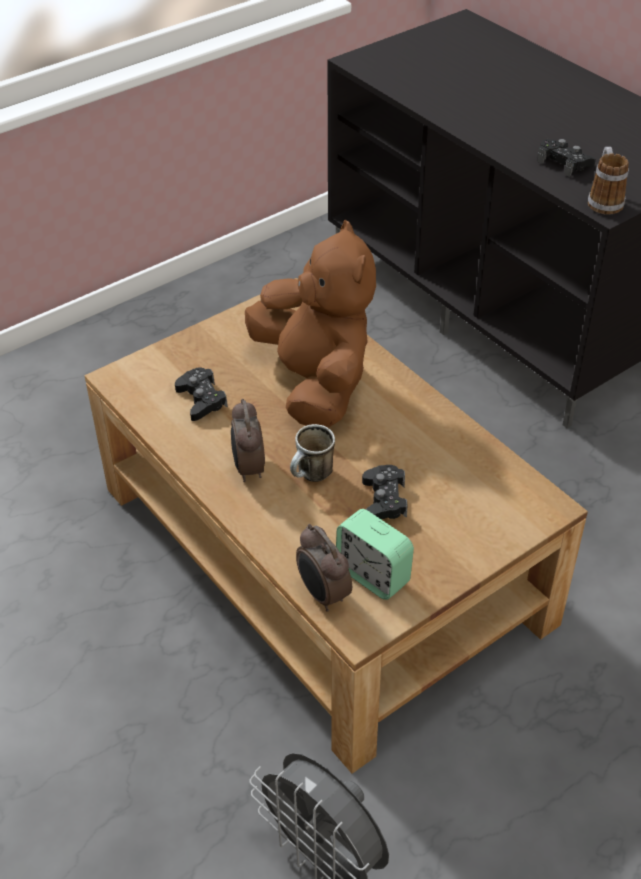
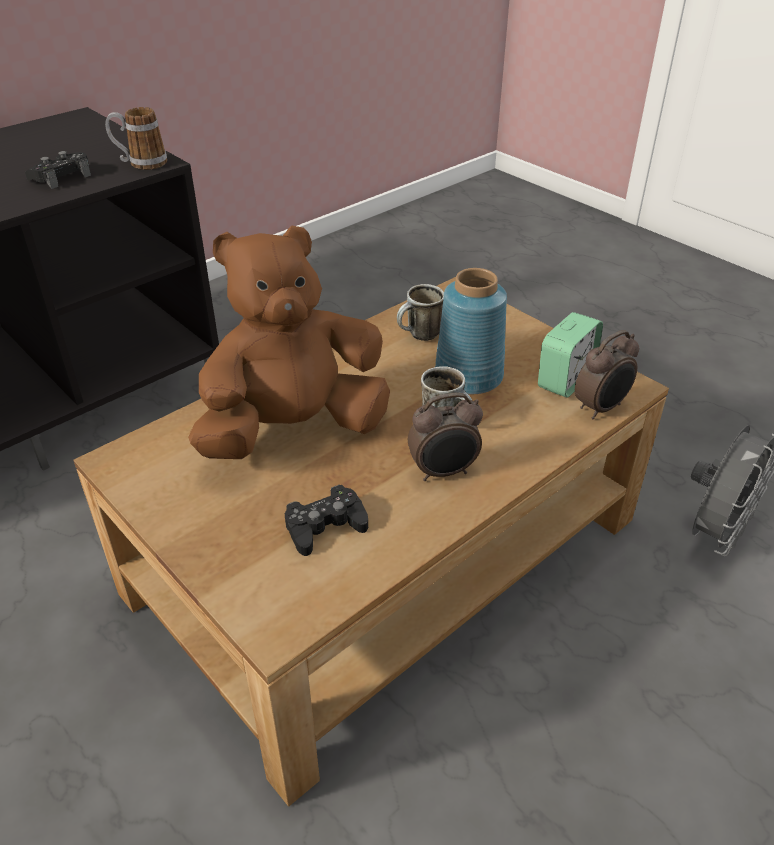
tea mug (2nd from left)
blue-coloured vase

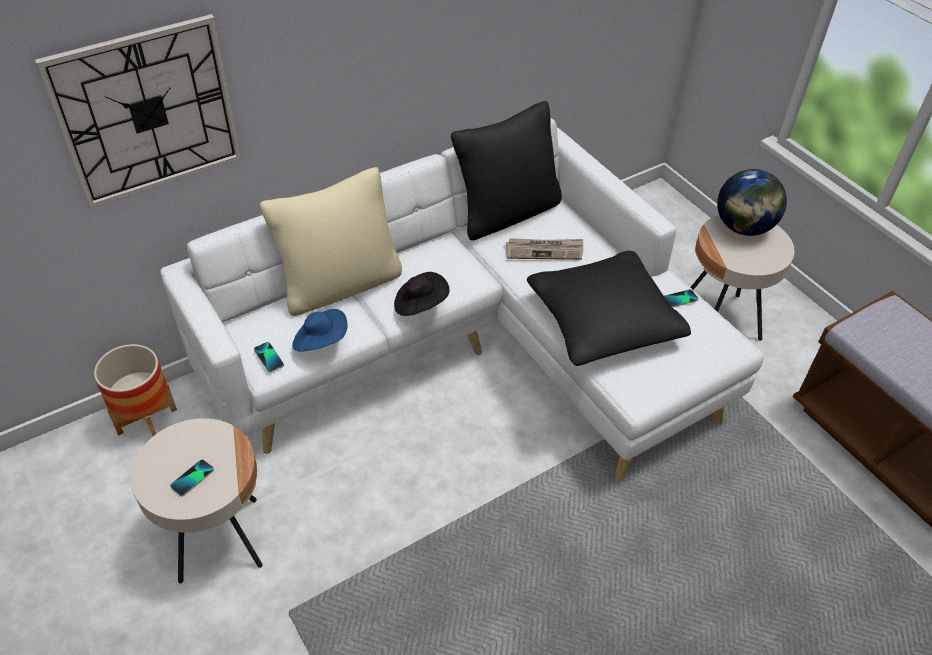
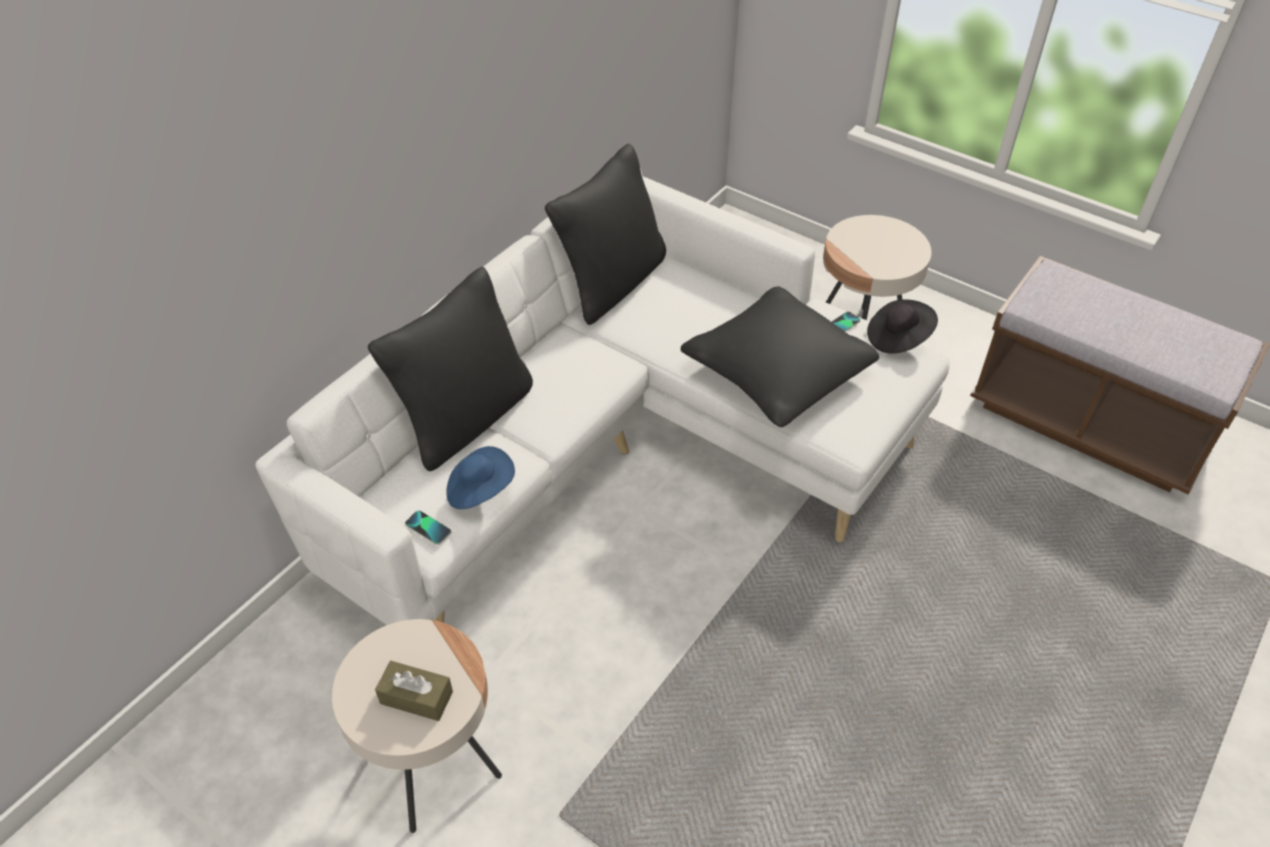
blackish throw pillow (1st from left)
brownish box of tissues
blackish hat
clock on the wall
planter
daily paper
desk globe

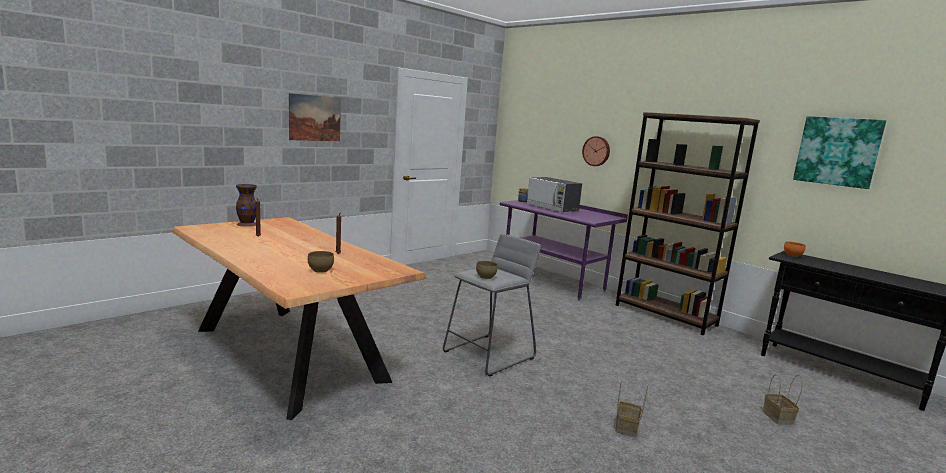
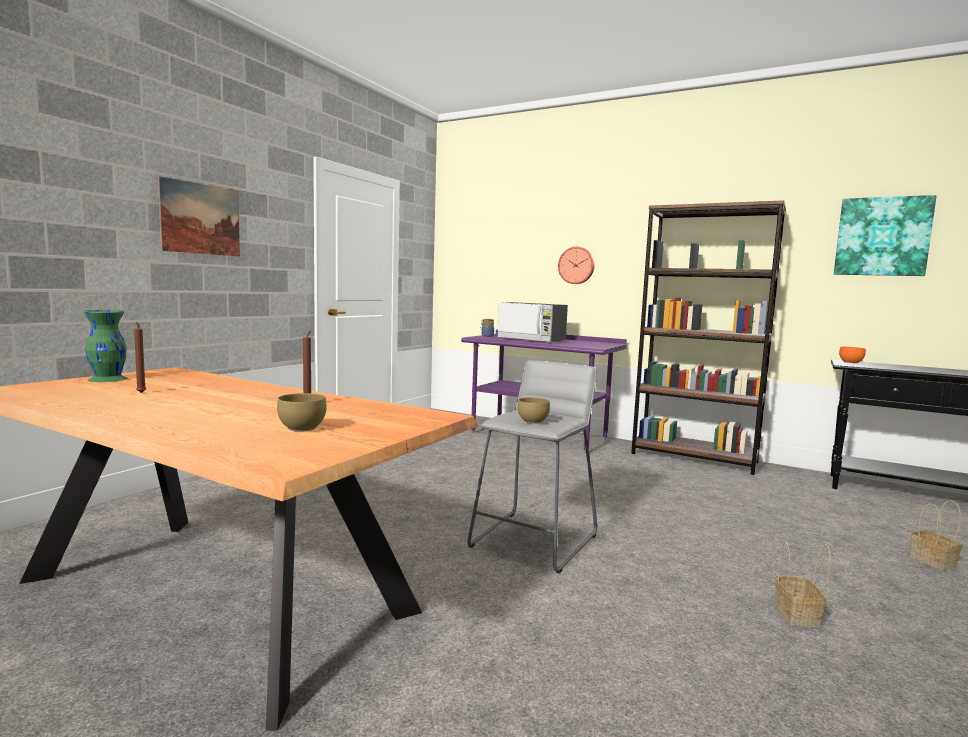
green-coloured vase

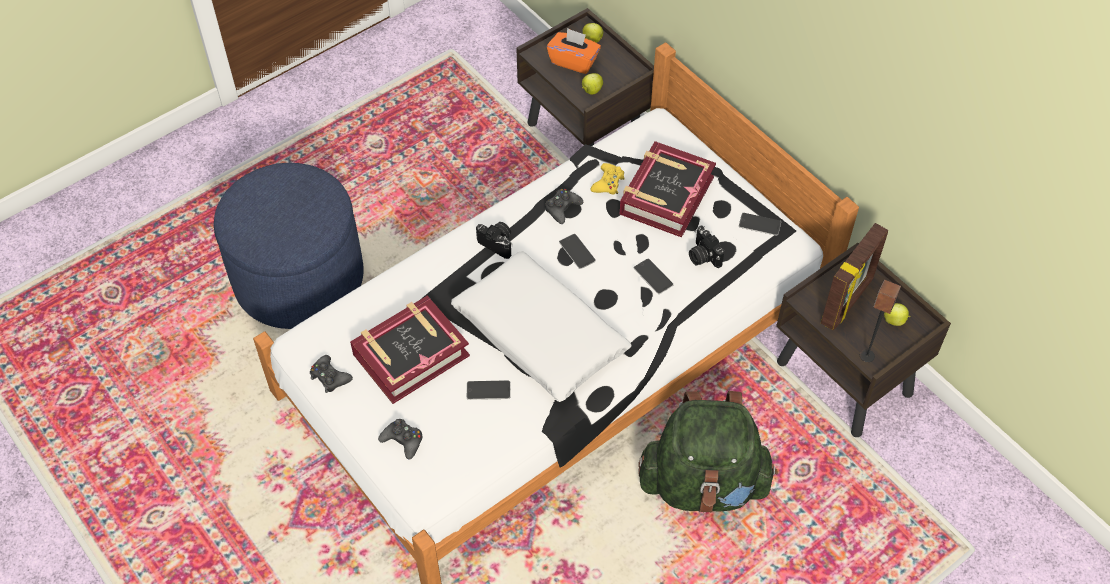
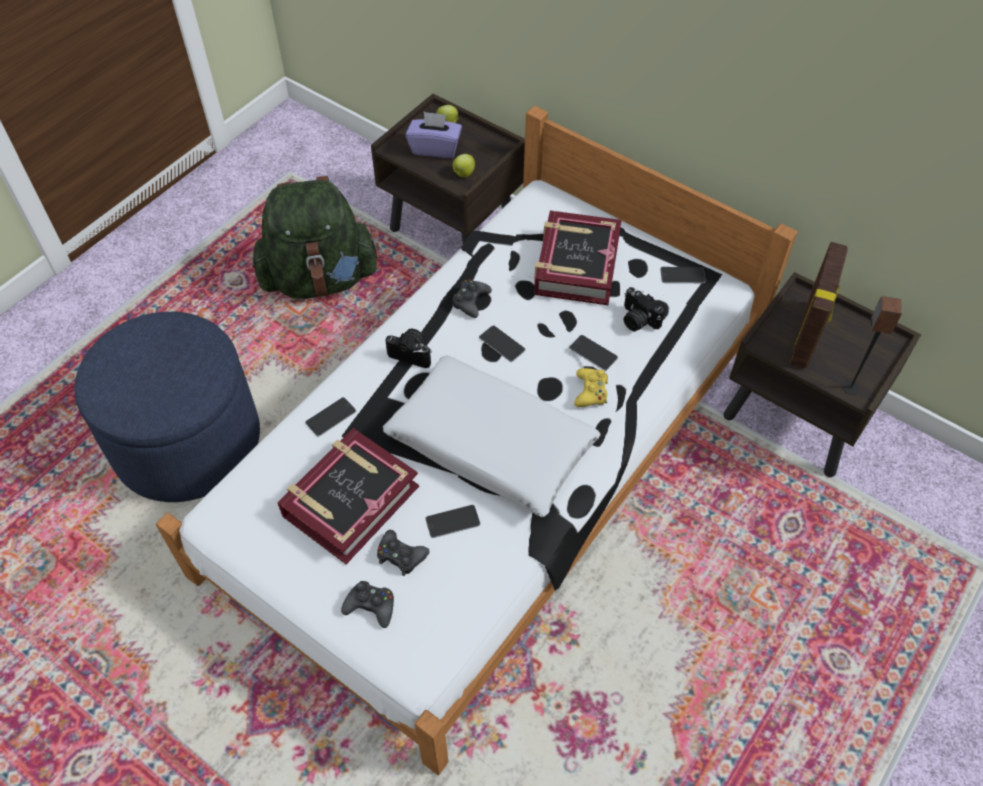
green-coloured backpack
phone (1st from left)
blackish gamepad (2nd from left)
purple box of tissues
yellow gamepad
apple fruit (3rd from left in the first image)

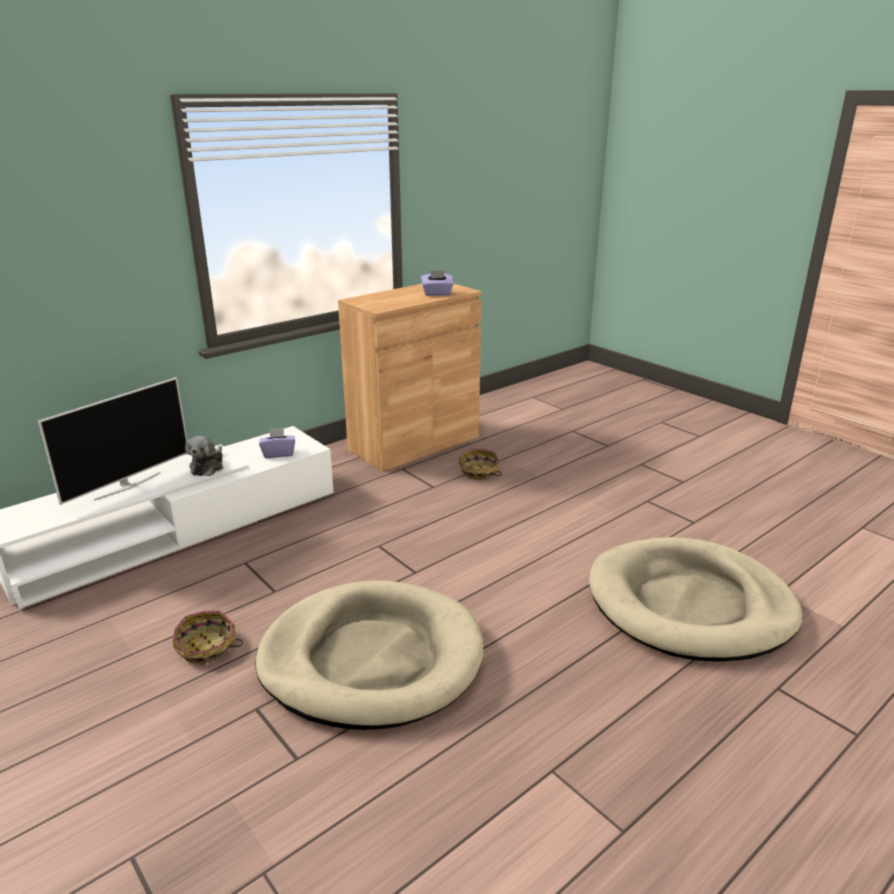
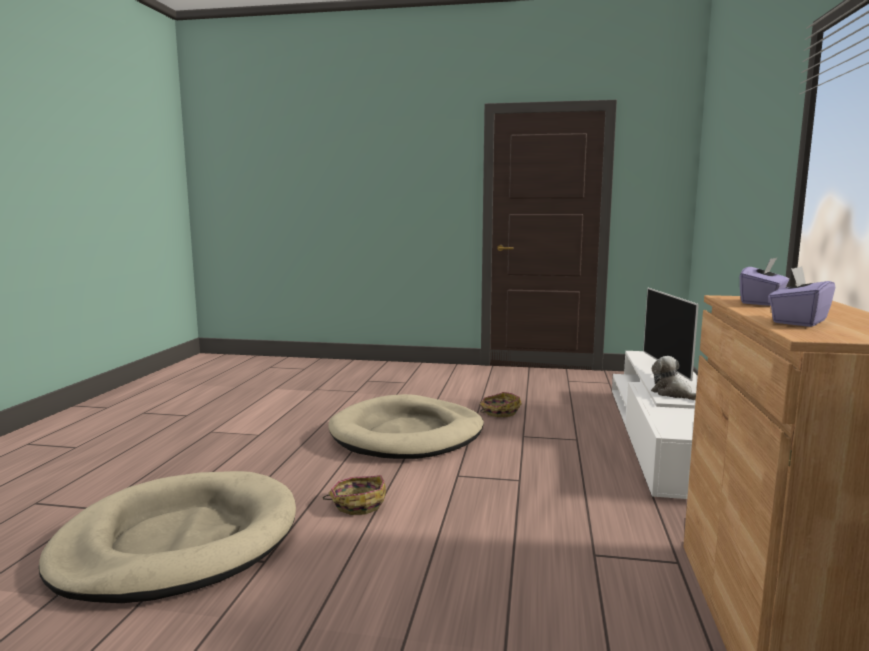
storage basket (1st from left)
purple box of tissues (1st from left)

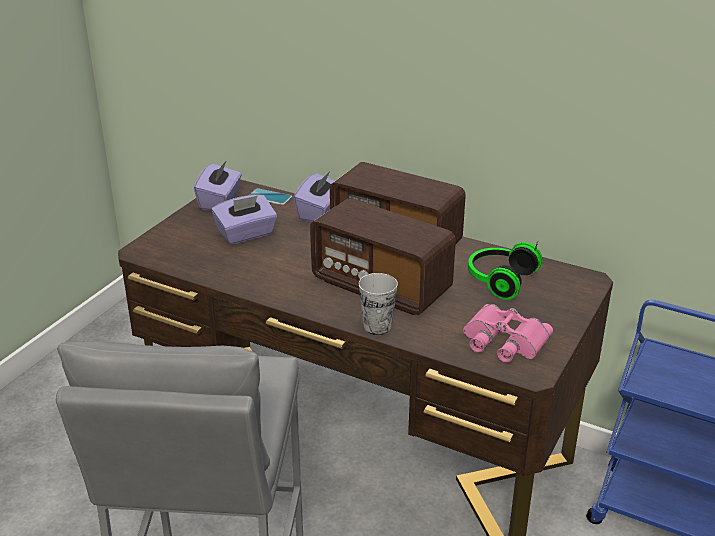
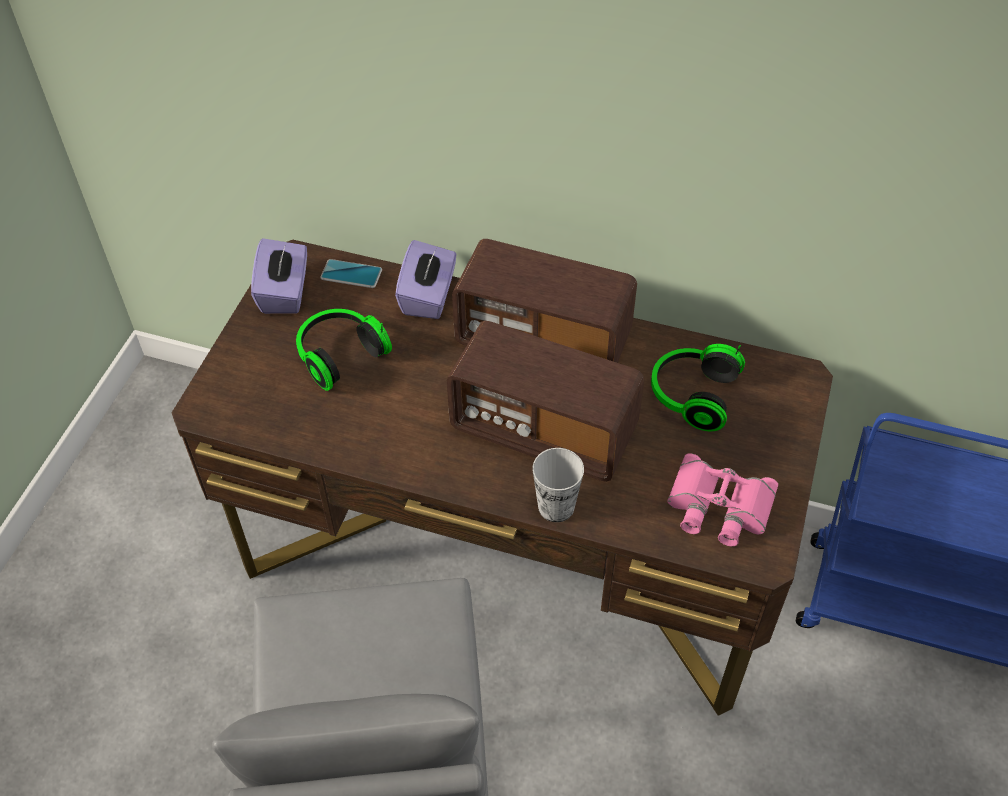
headset (1st from left)

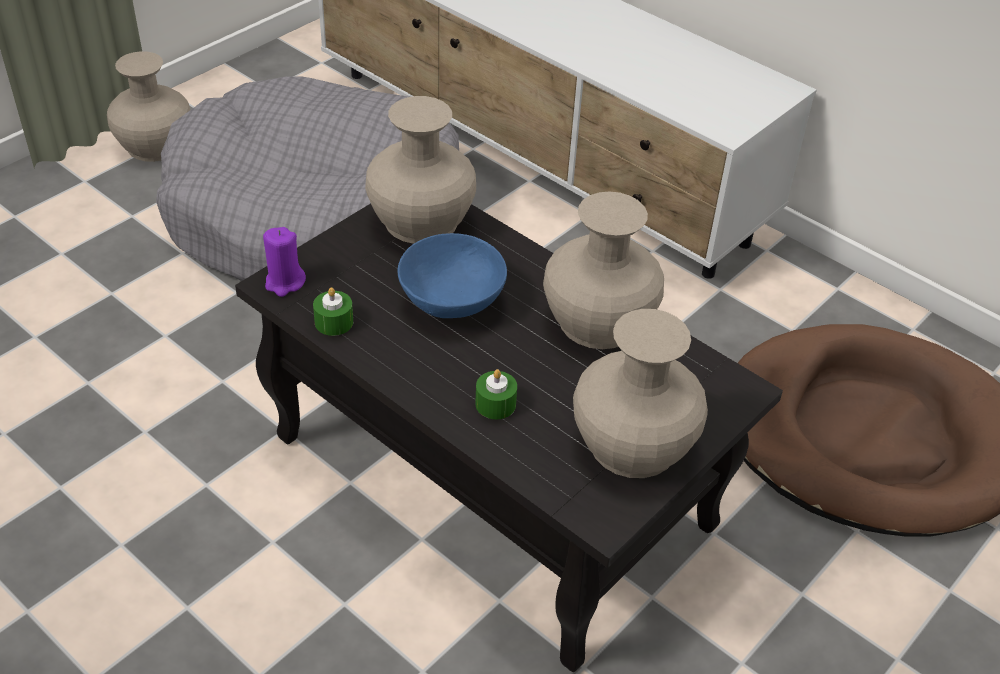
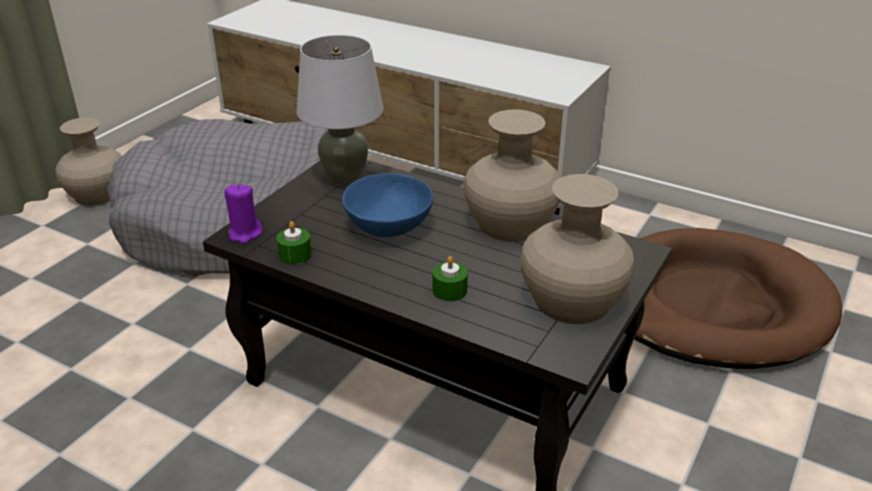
gray lamp for a table

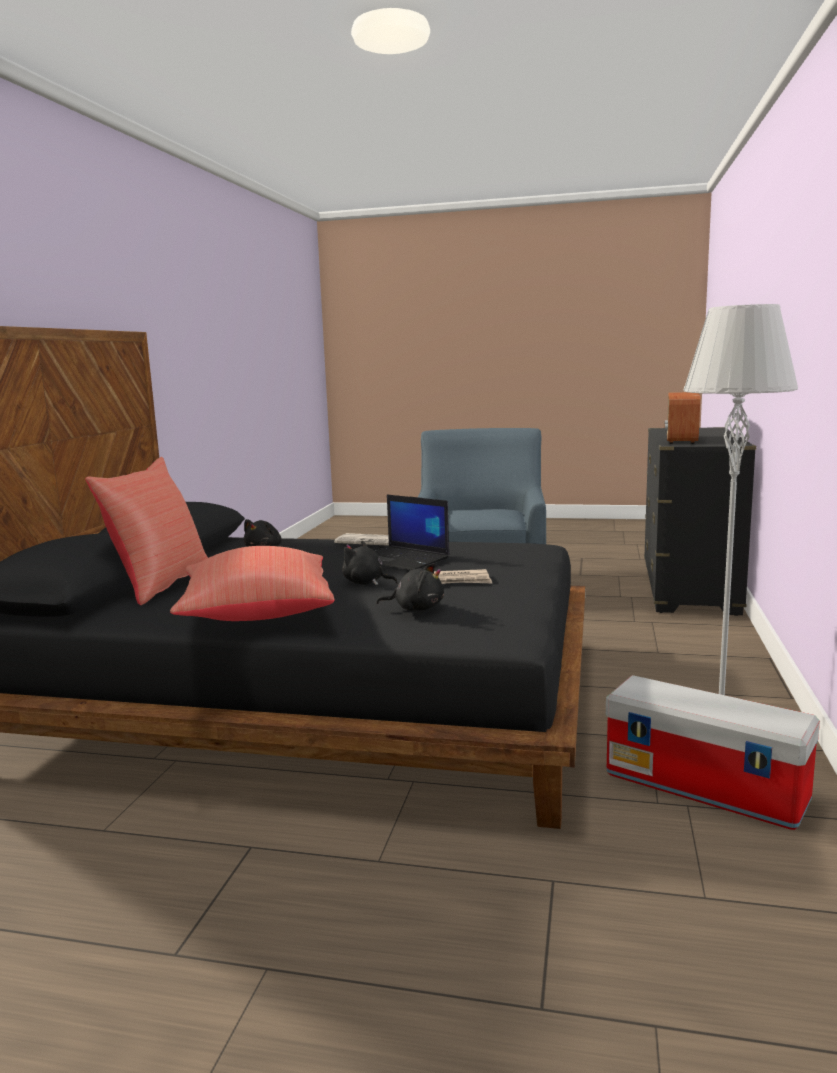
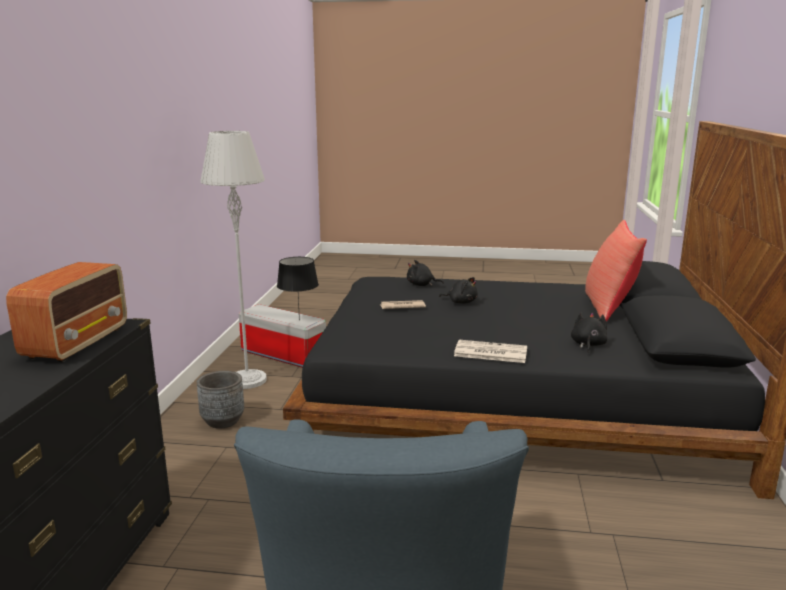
gray planter
blackish lamp for a table
red throw pillow (2nd from left in the first image)
laptop

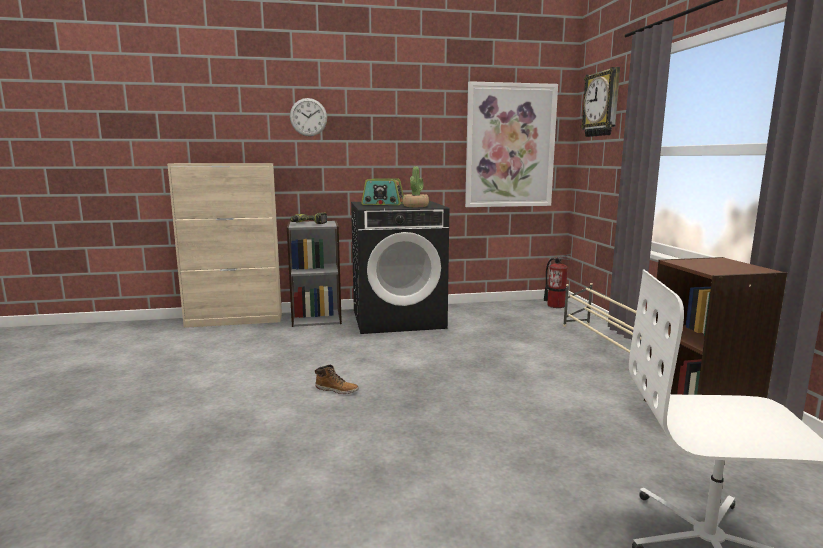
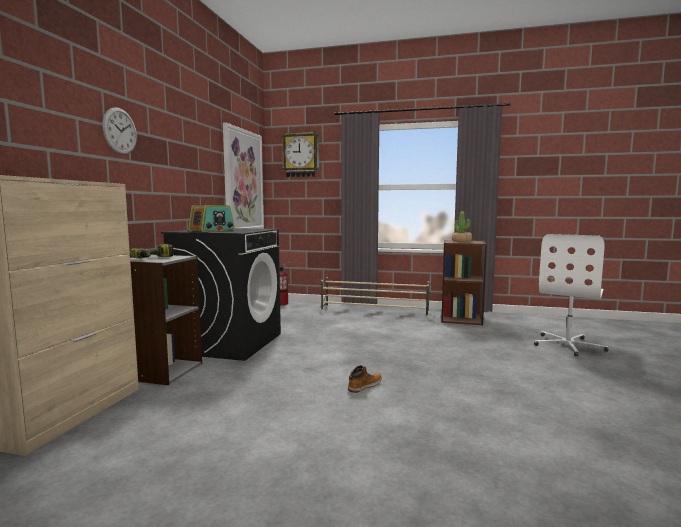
plant in a pot

